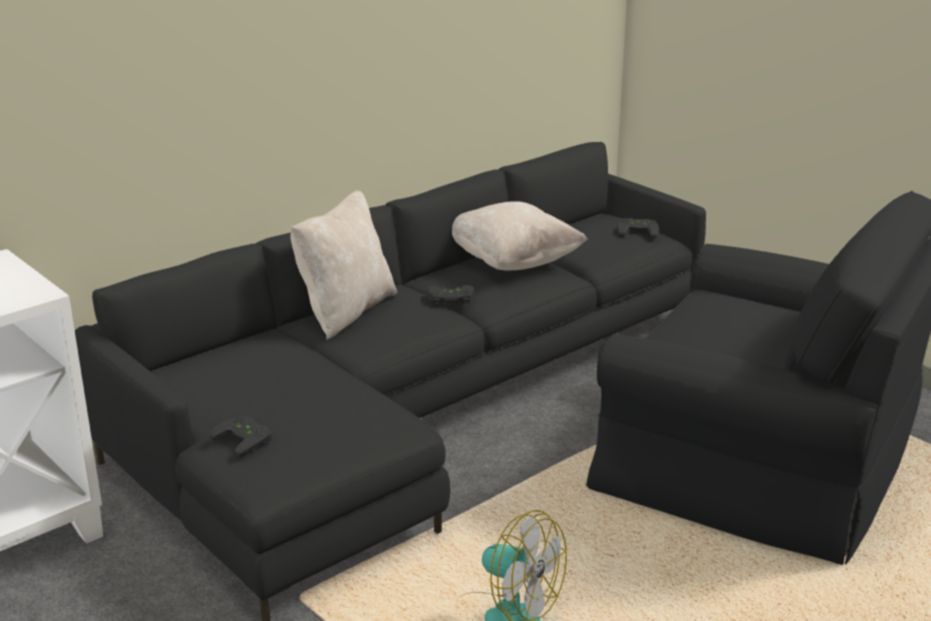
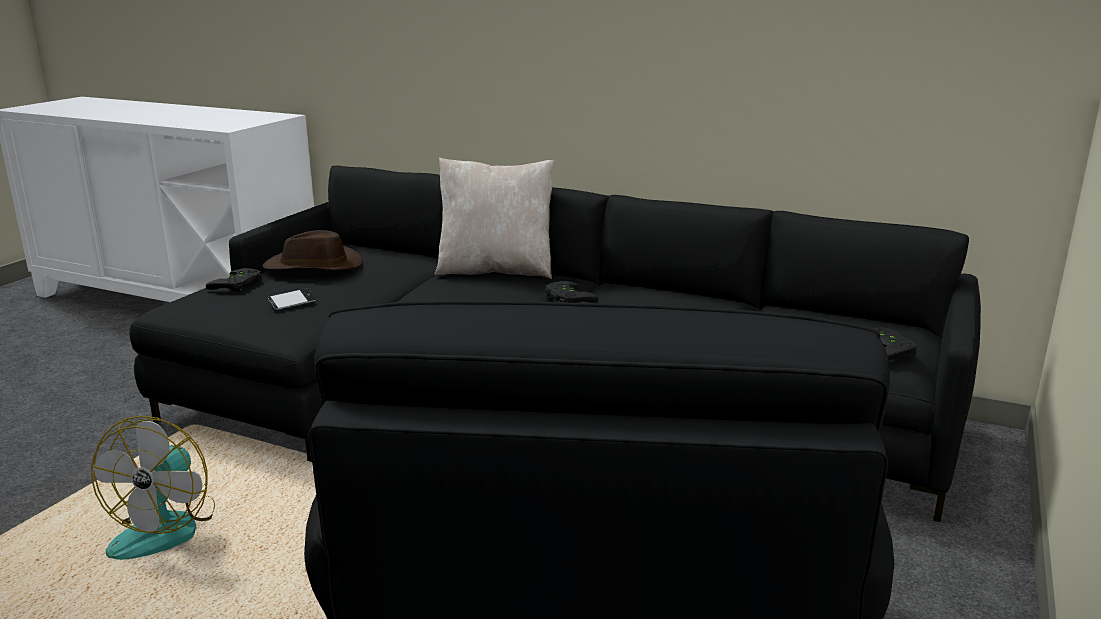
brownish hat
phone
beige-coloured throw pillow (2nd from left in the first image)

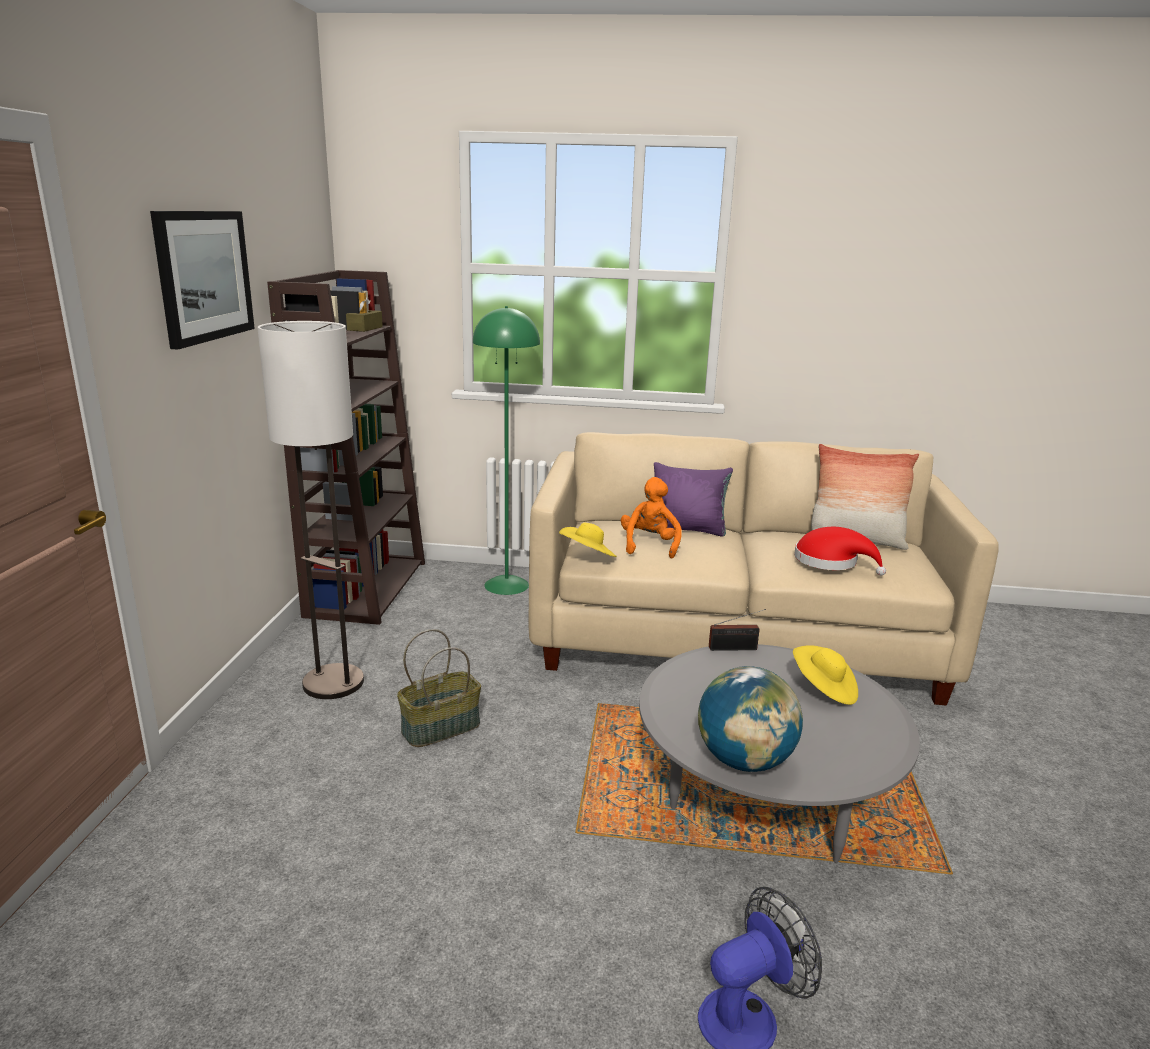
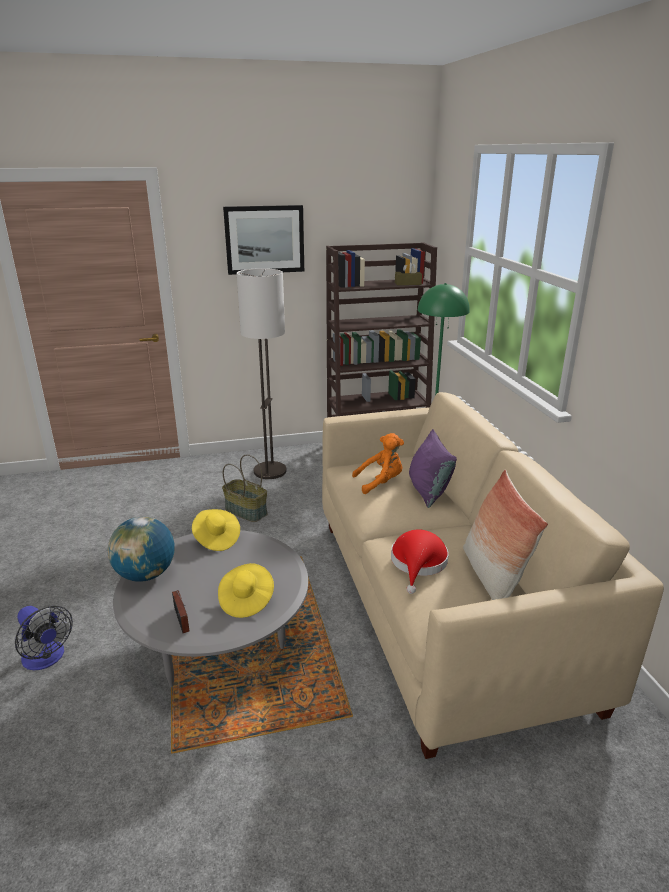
radio receiver
yellow hat (1st from left)

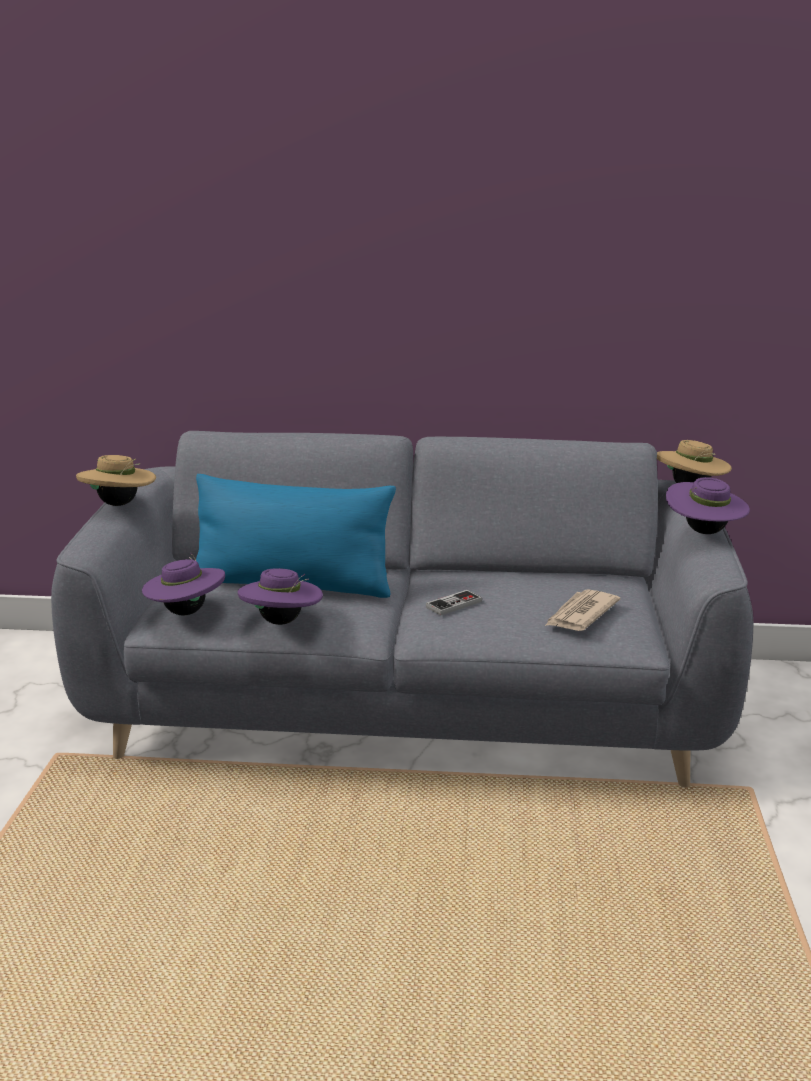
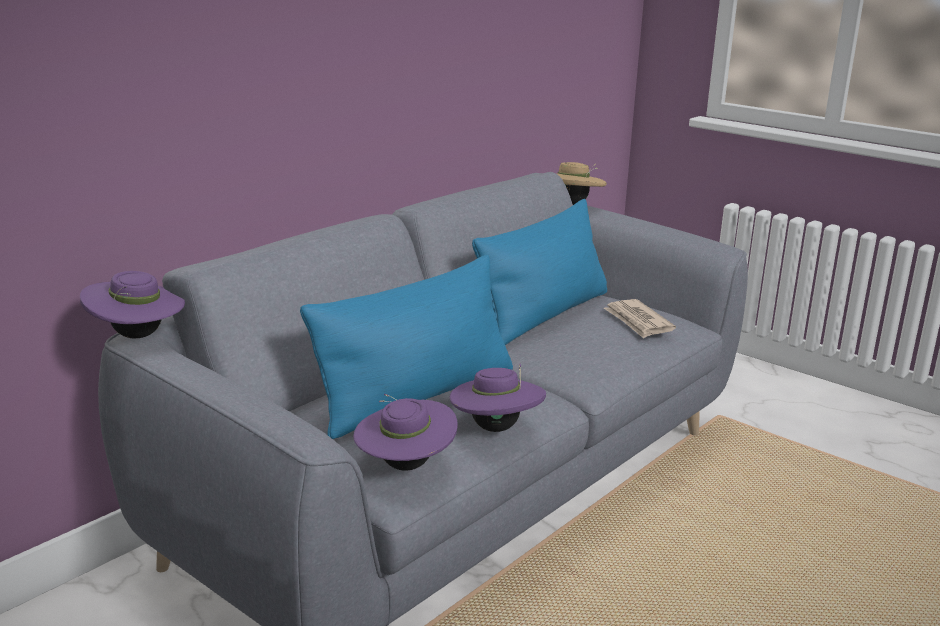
purple hat (1st from left)
blue-coloured throw pillow (2nd from left)
beige-coloured hat (1st from left in the first image)
gamepad

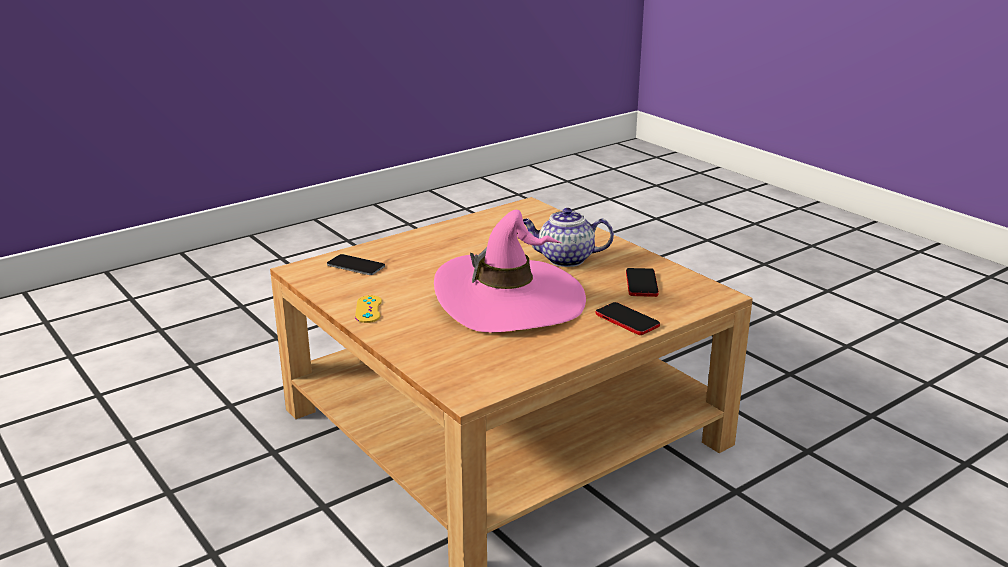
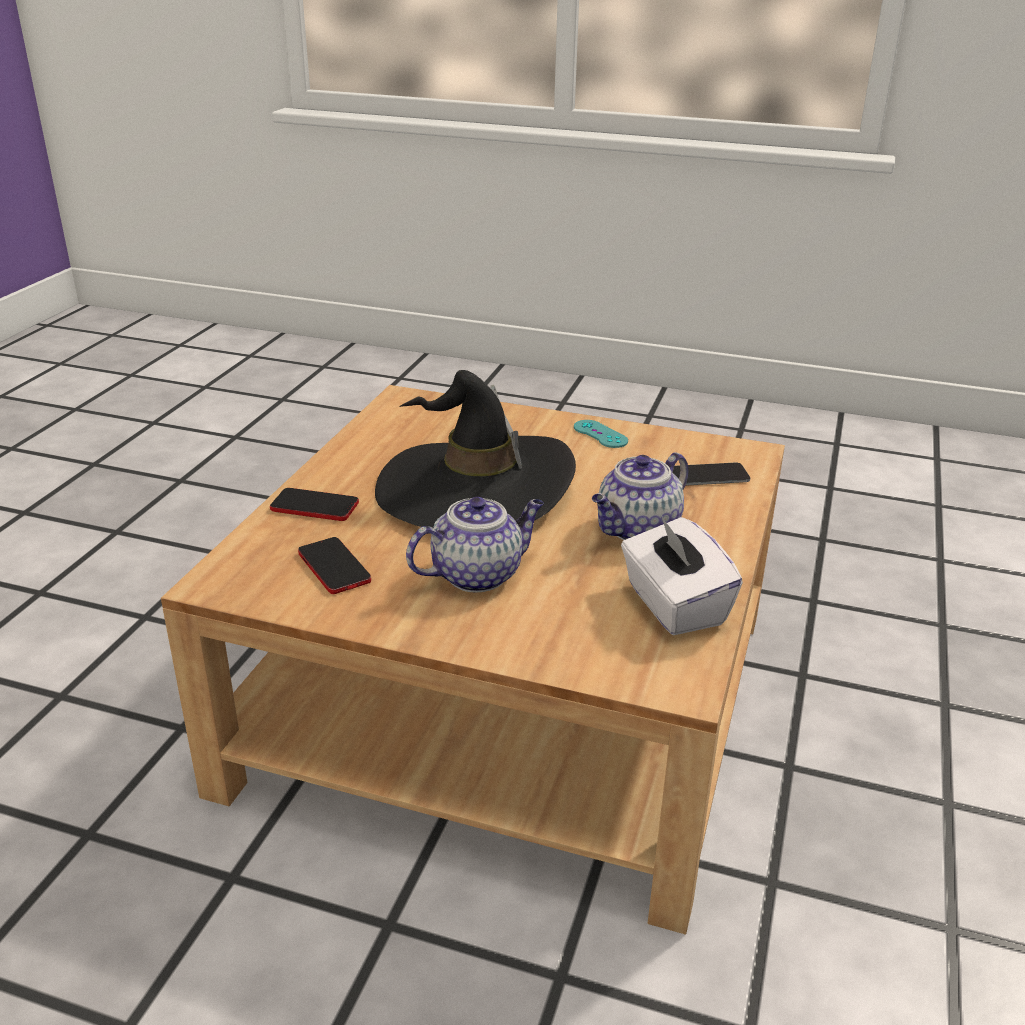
blackish hat
turquoise-coloured gamepad
tea pot (2nd from left)
white-coloured box of tissues

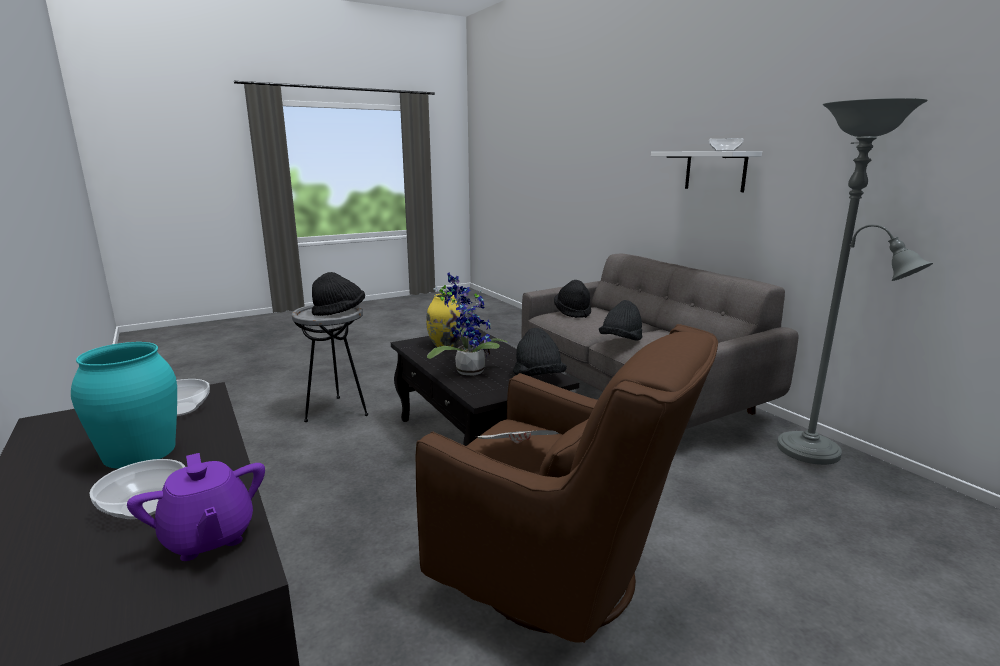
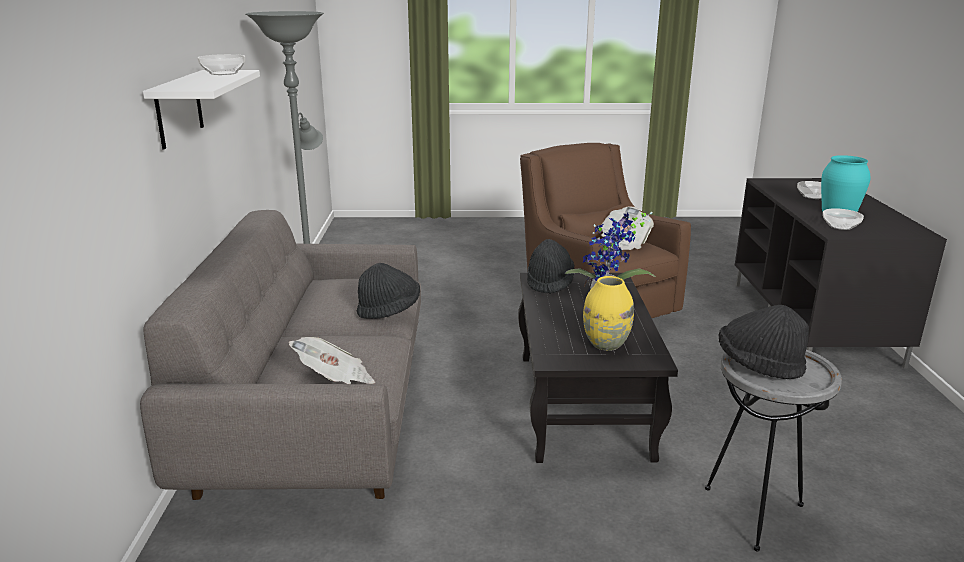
daily paper (1st from left)
purple tea pot

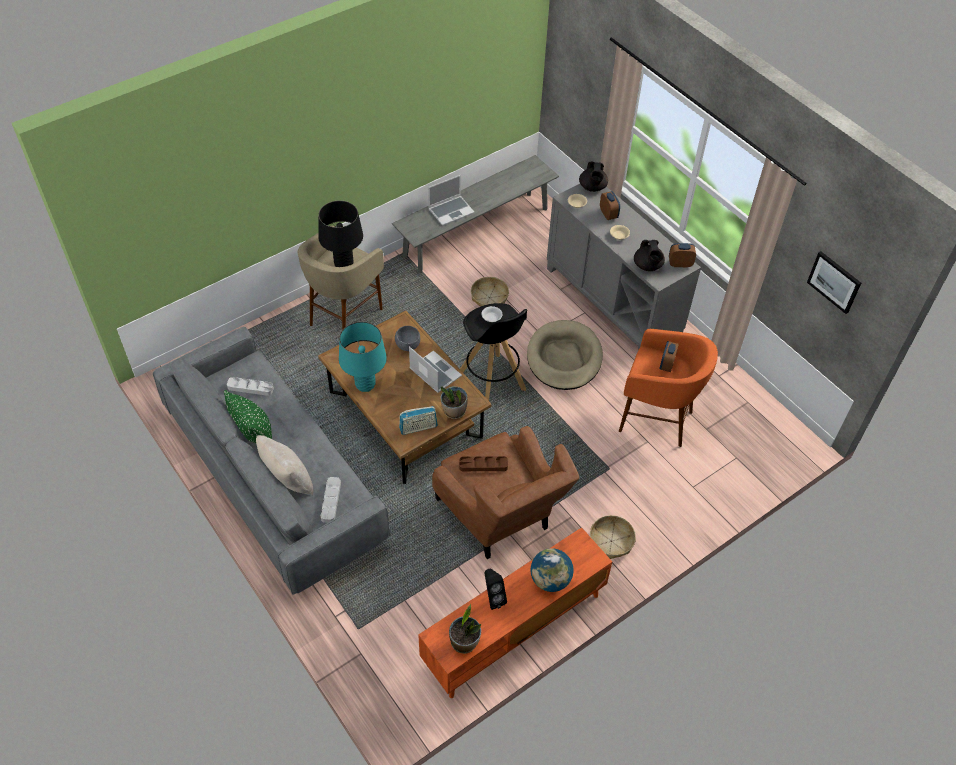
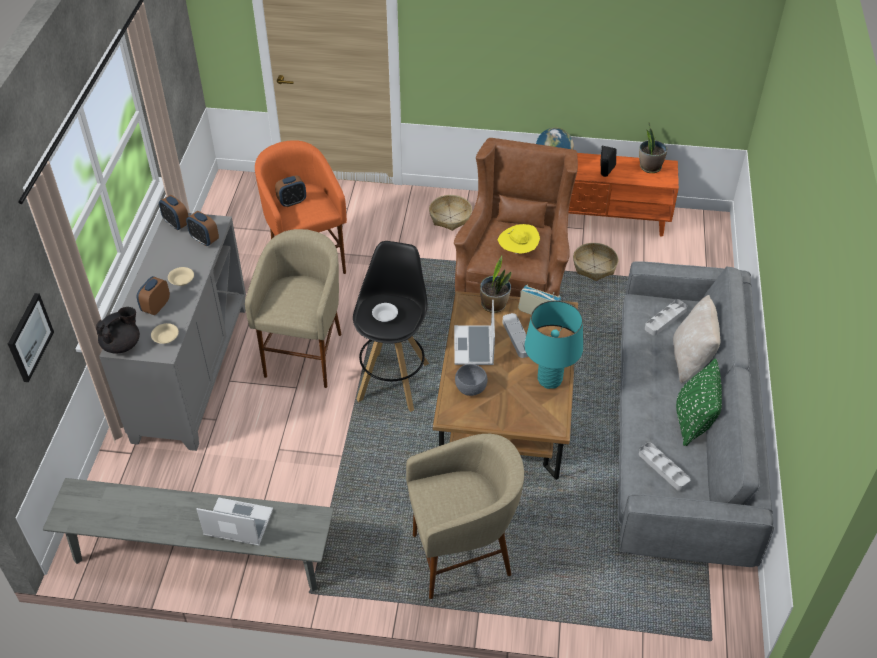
picture
table clock (3rd from left)
beige-coloured stool seat (1st from left)
yellow hat
gray tray (1st from left)
storage basket (2nd from left)
blackish lamp for a table

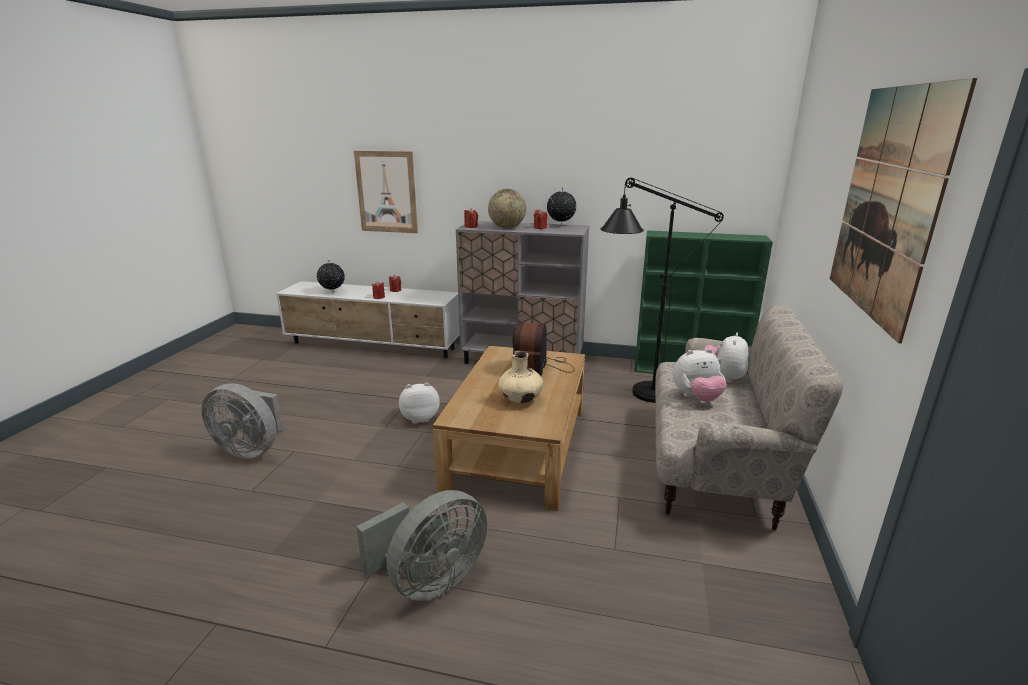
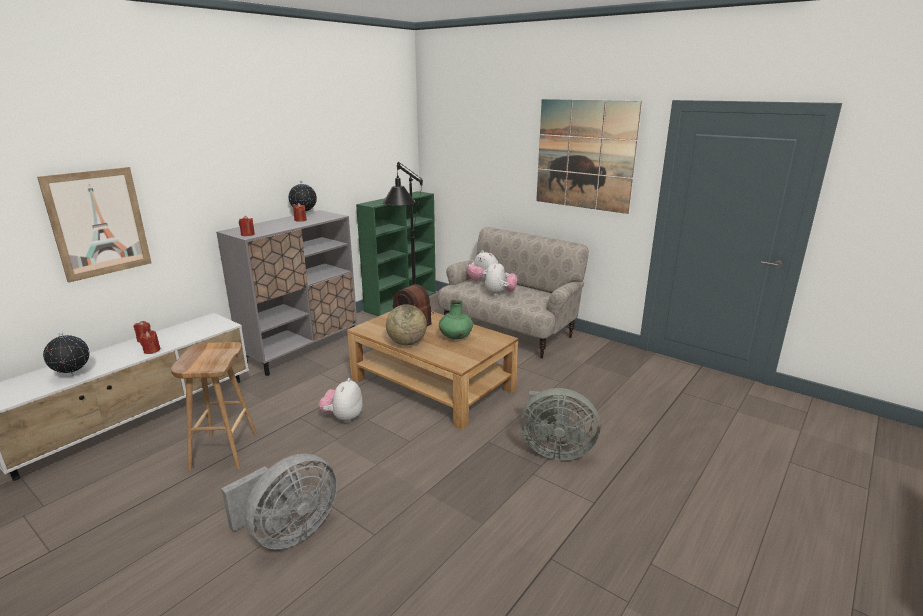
brownish stool seat
desk globe (3rd from left)
green-coloured vase
gray electric fan (2nd from left)

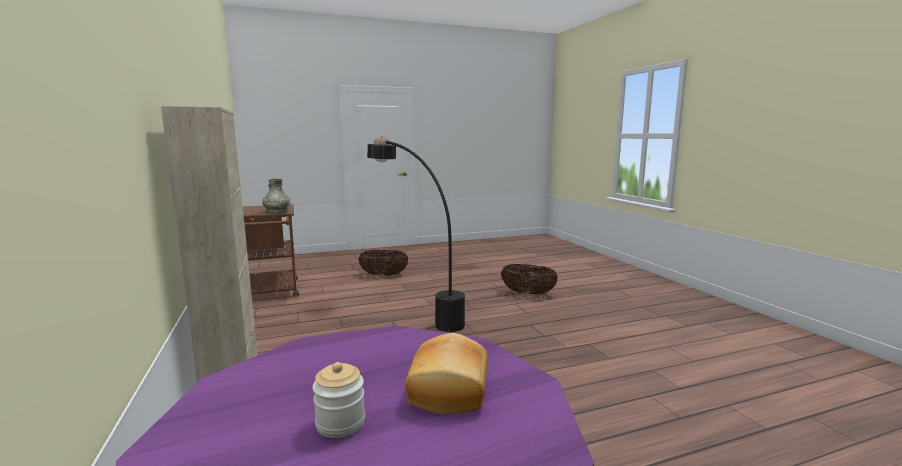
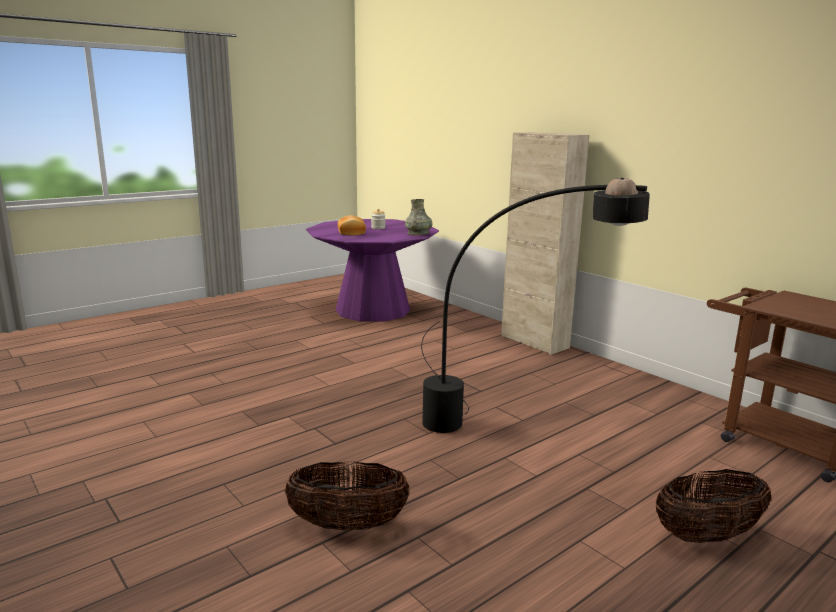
gray vase

